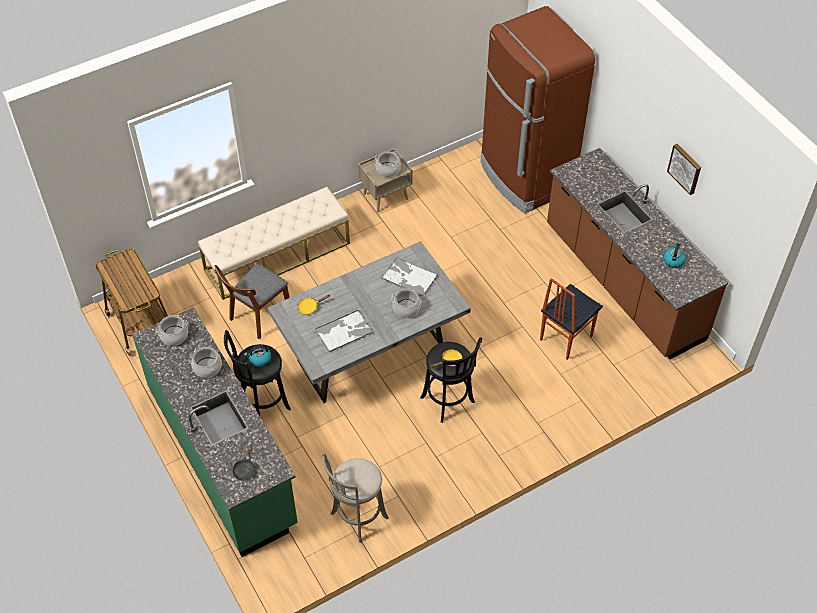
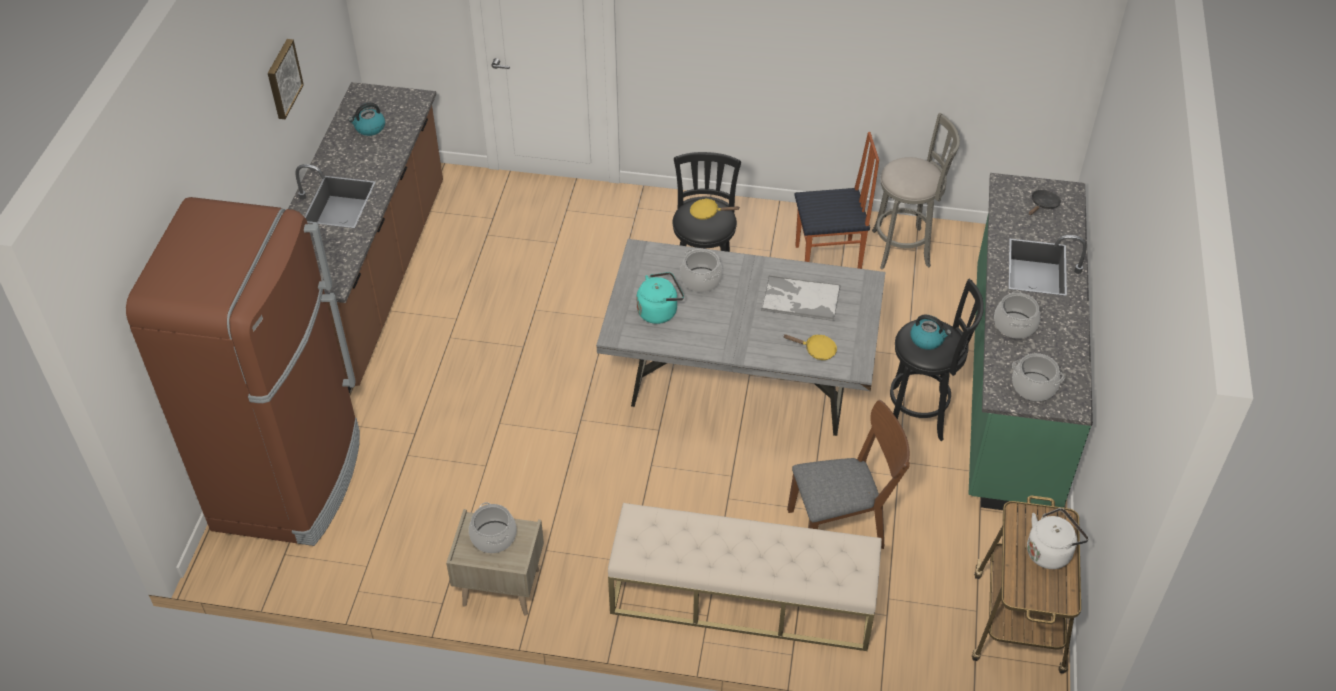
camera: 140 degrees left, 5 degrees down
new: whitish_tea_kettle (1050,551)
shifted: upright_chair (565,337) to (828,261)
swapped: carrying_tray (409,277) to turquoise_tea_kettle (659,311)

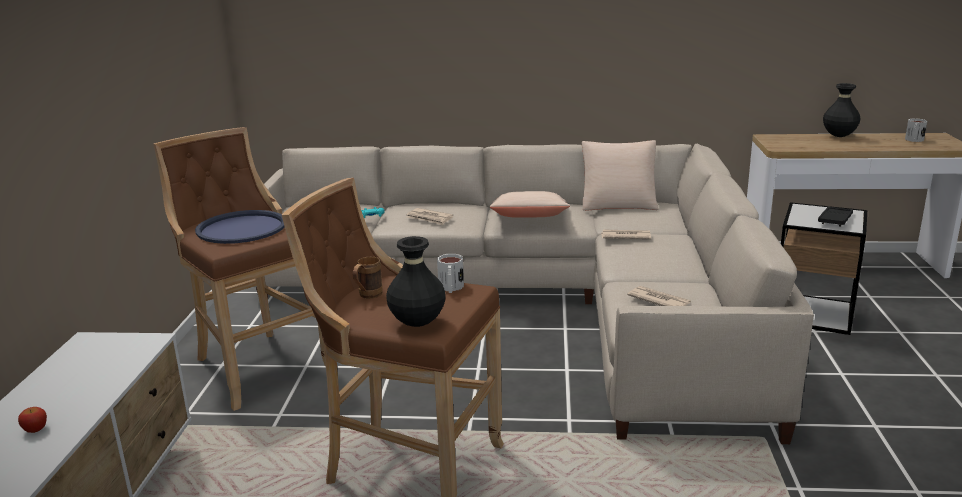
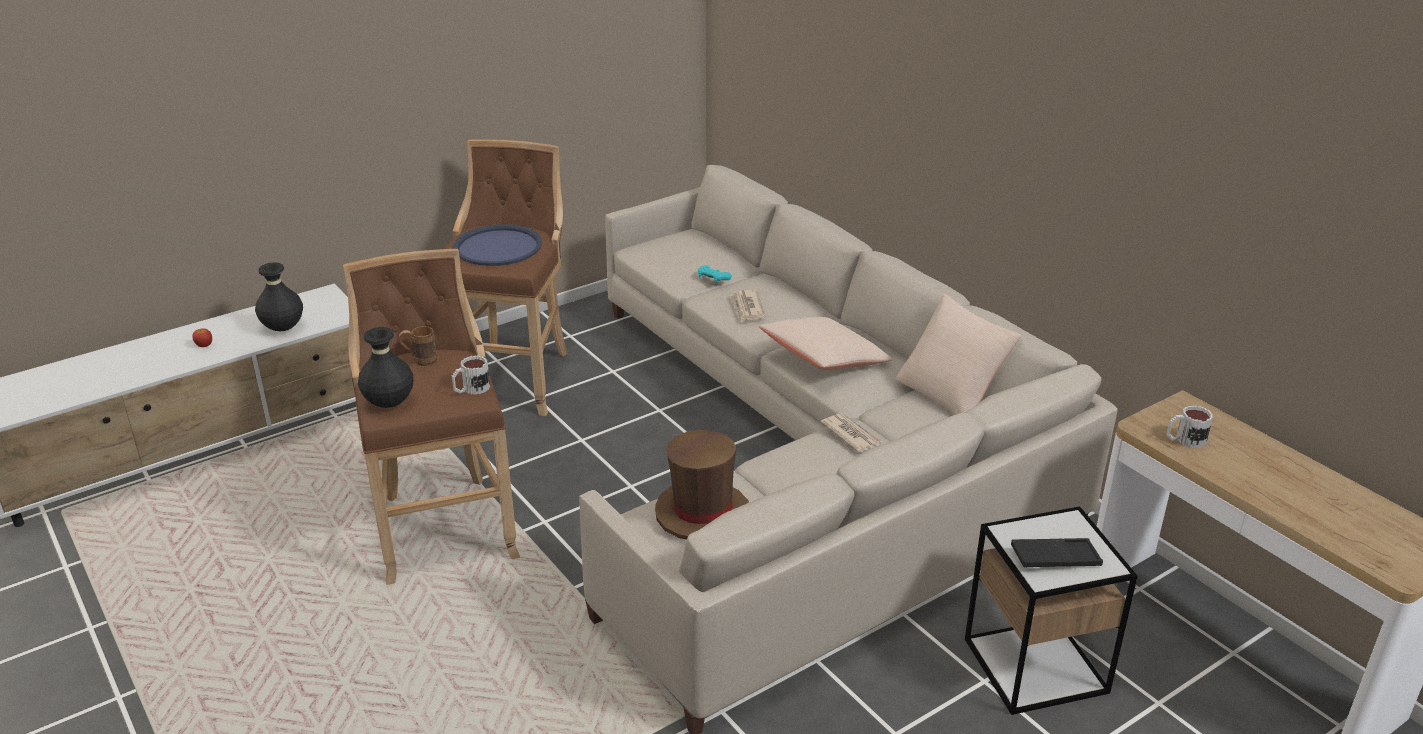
camera: 50 degrees right, 10 degrees up
shifted: black_flower_vase (839,136) to (283,329); coffee_mug (913,140) to (1184,440)
swapped: newspaper (658,300) to brown-coloured_hat (702,514)

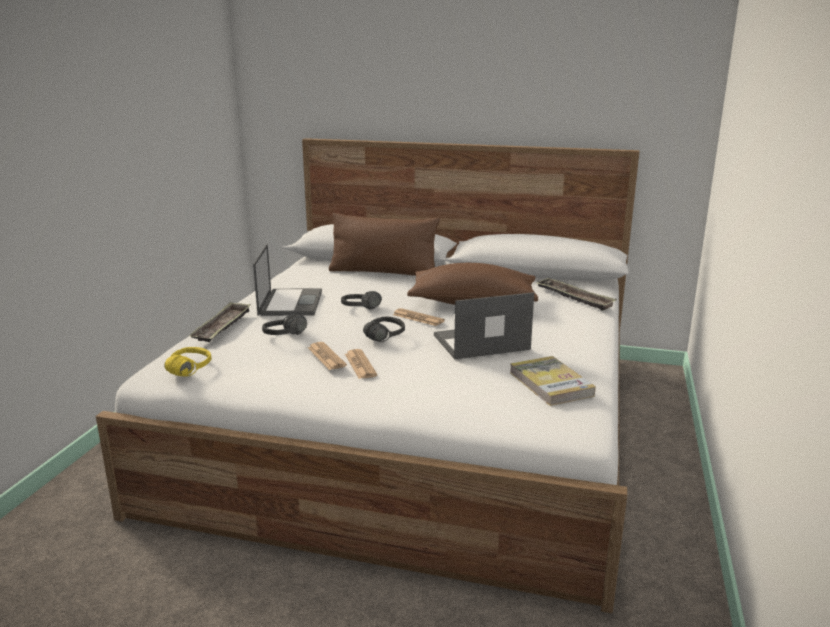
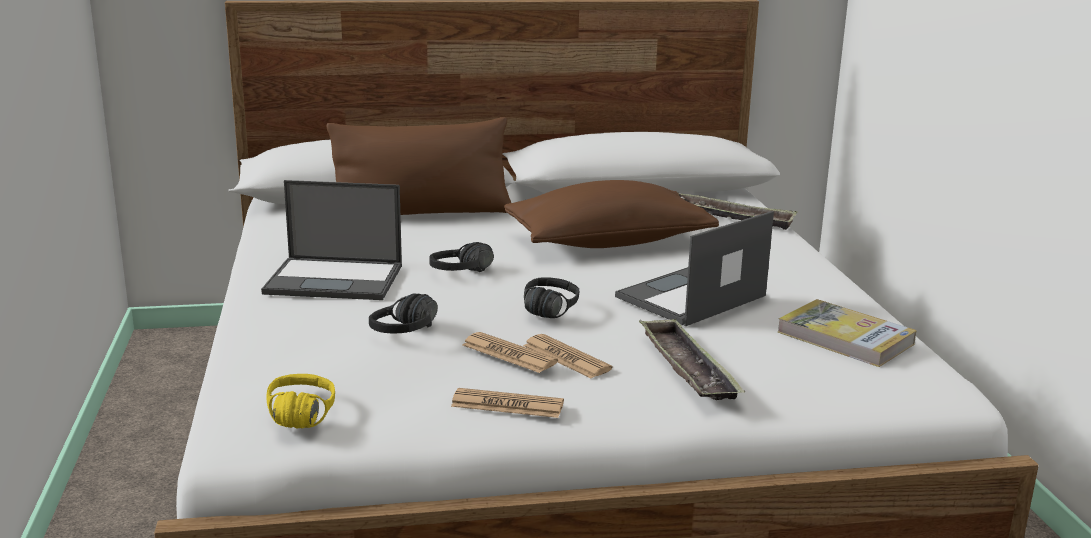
camera: 25 degrees left, 0 degrees up
shifted: newspaper (418,318) to (507,405); carrying_tray (222,327) to (687,367)
rotated: notebook_computer (290,302) = (336,279) 120 degrees clockwise

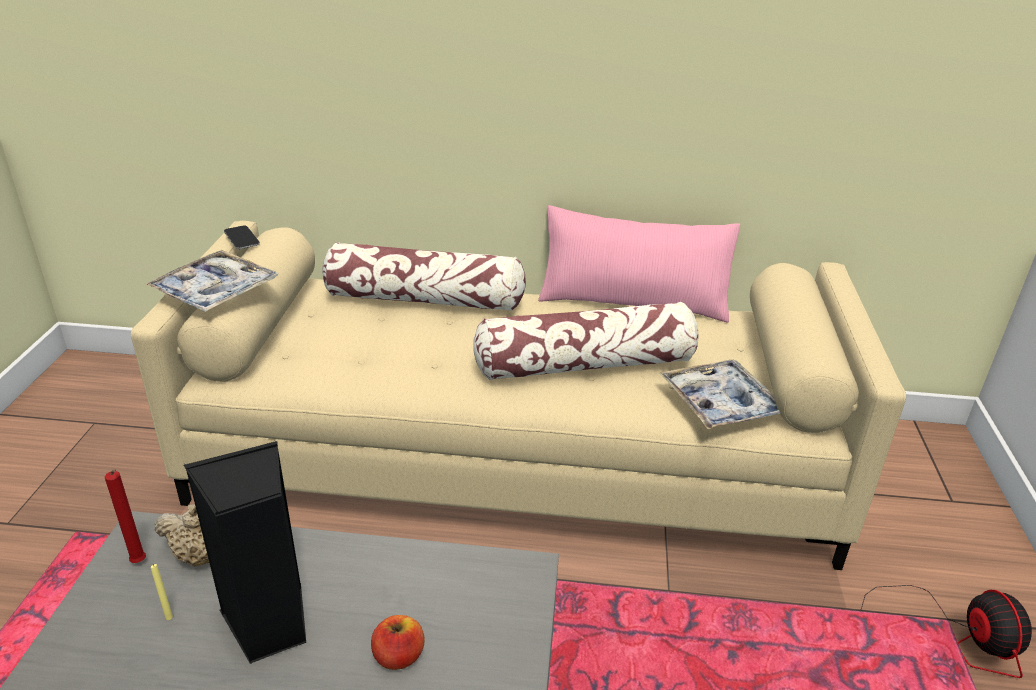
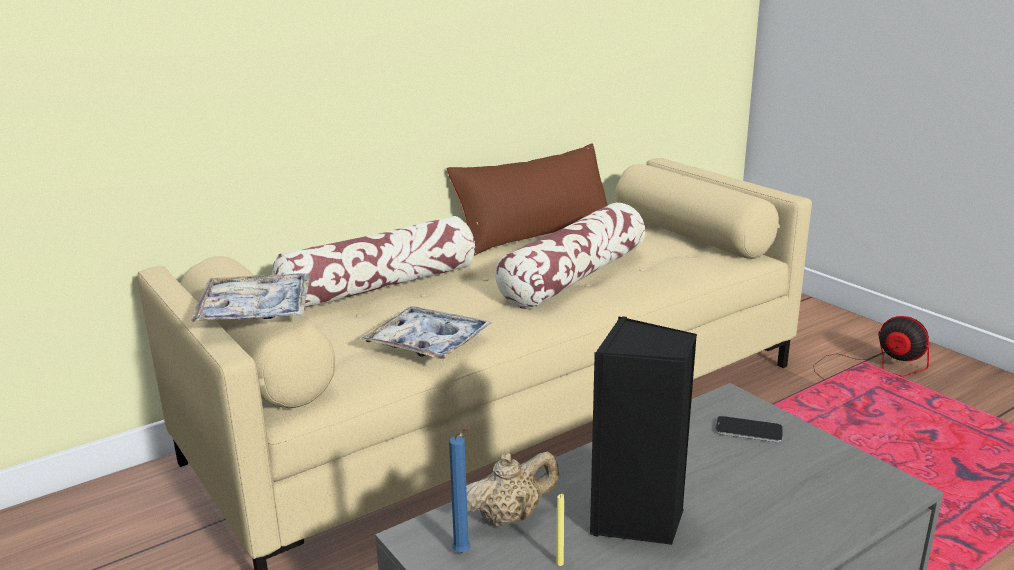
camera: 40 degrees left, 10 degrees down
gone: apple_fruit (398,656)
shifted: carrying_tray (720,403) to (427,343); telephone (241,238) to (748,431)
repainted: pinkish_pillow (633,300) to brown-coloured_pillow (535,234); reddish_candle (140,563) to blue-coloured_candle (464,553)

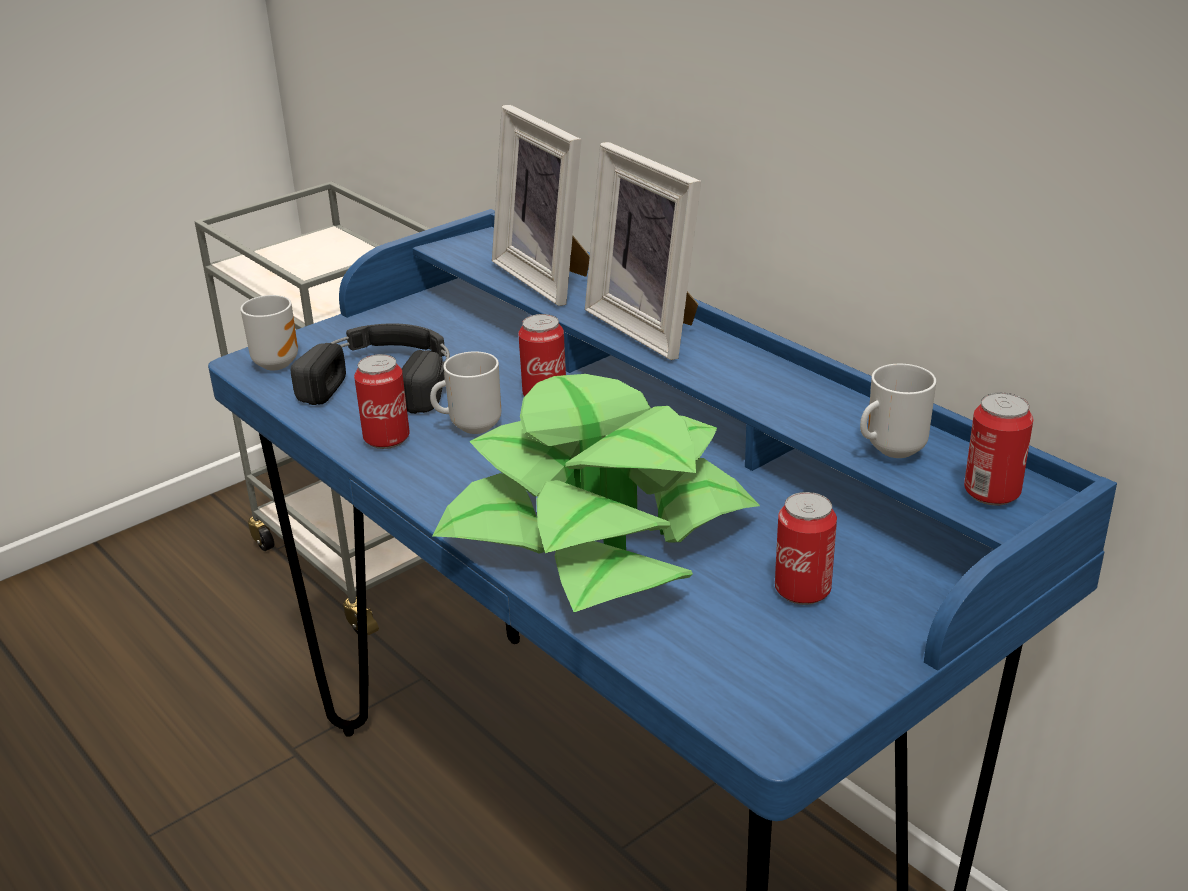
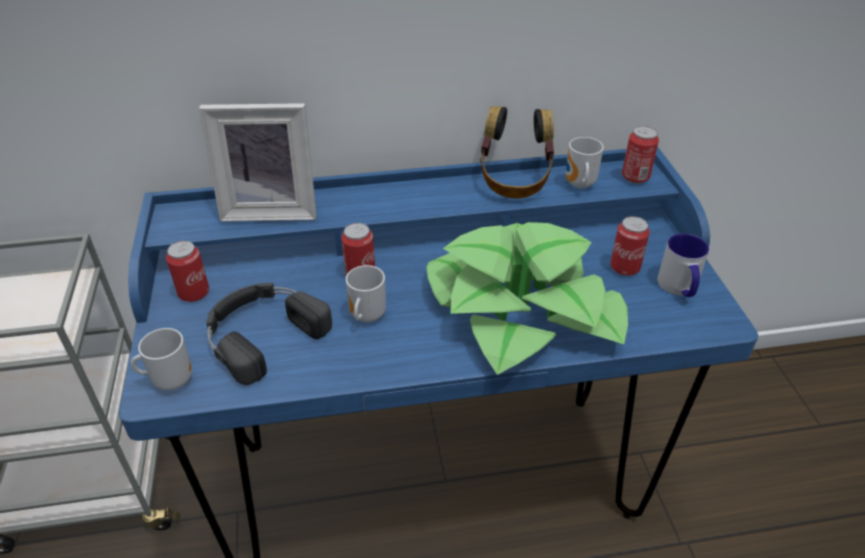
camera: 60 degrees left, 10 degrees up
gone: picture_frame (651,327)
new: pair_of_headphones (514,179); coffee_mug (679,288)
shifted: sealed_can (386,439) to (194,293)

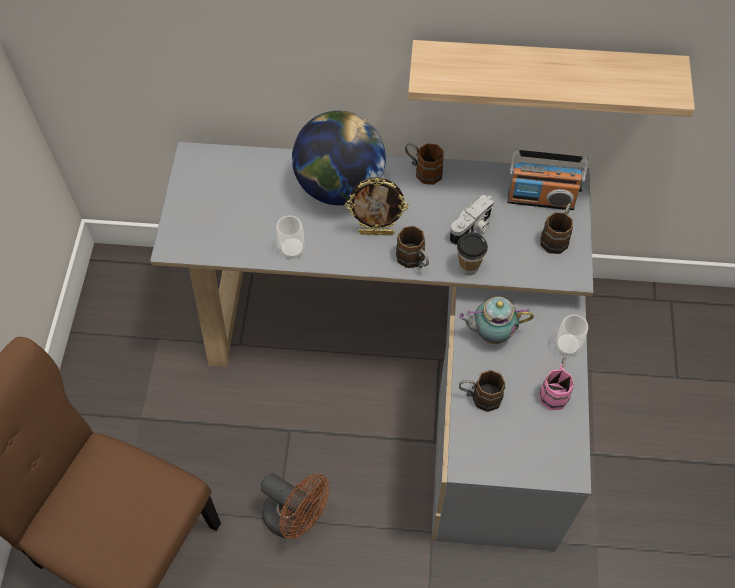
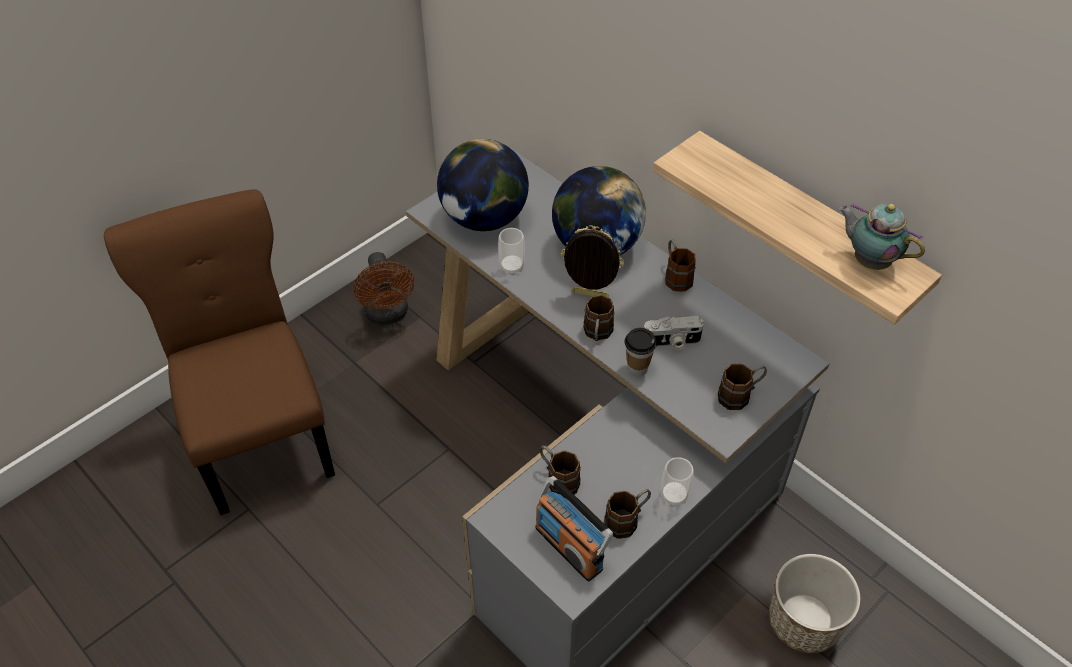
camera: 40 degrees right, 10 degrees down
new: world_globe (484,218); plant_pot (804,622)
shifted: brown-coloured_electric_fan (296,518) to (388,314); radio_set (541,199) to (569,547); teapot (490,333) to (869,260)
repainted: pinkish_coffee_mug (555,390) to brown-coloured_coffee_mug (627,520)
rotated: picture_frame (376,232) = (589,296) 150 degrees clockwise

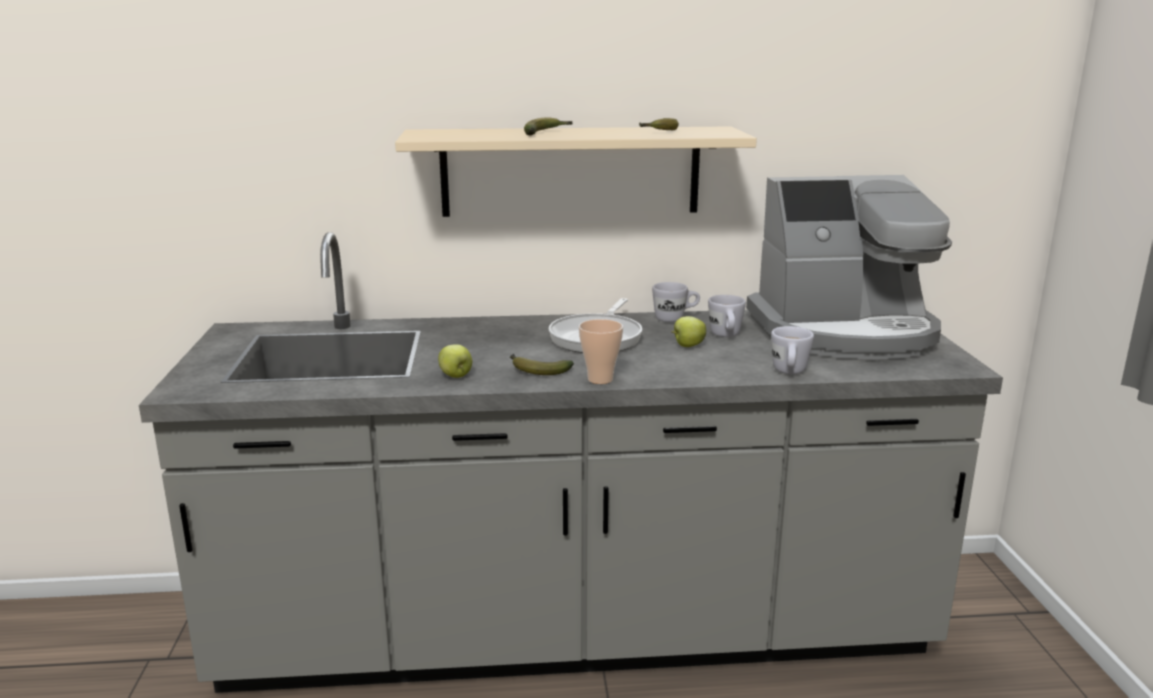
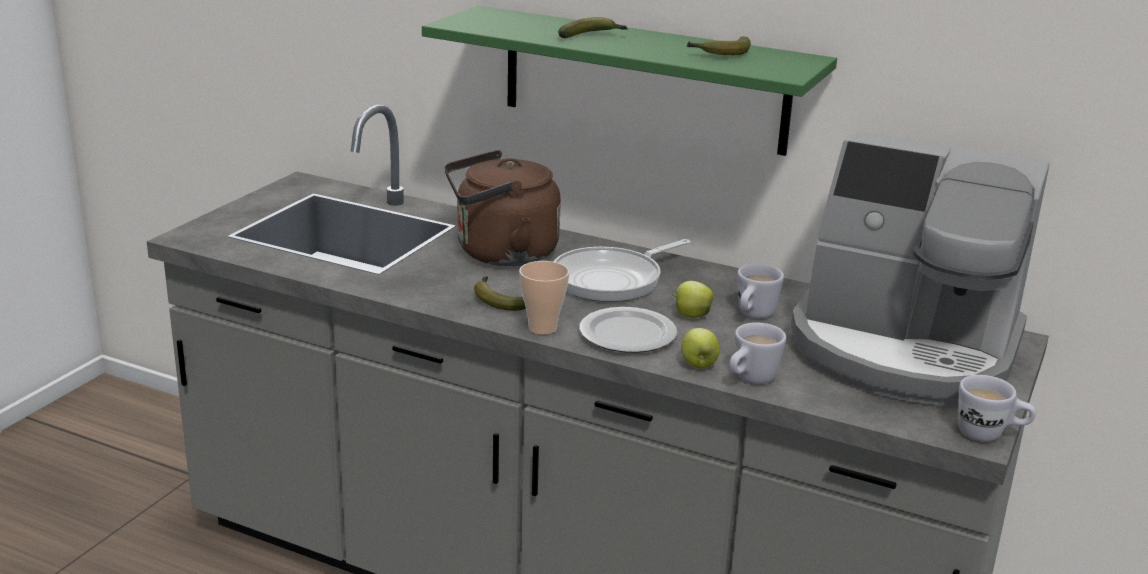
camera: 30 degrees right, 5 degrees up
new: brown-coloured_tea_kettle (500,254); dinner_plate (629,334)
shifted: apple_fruit (456,376) to (698,365); whitish_coffee_mug (675,319) to (990,435)
repainted: beige-coloured_shelf (570,171) to green_shelf (644,80)

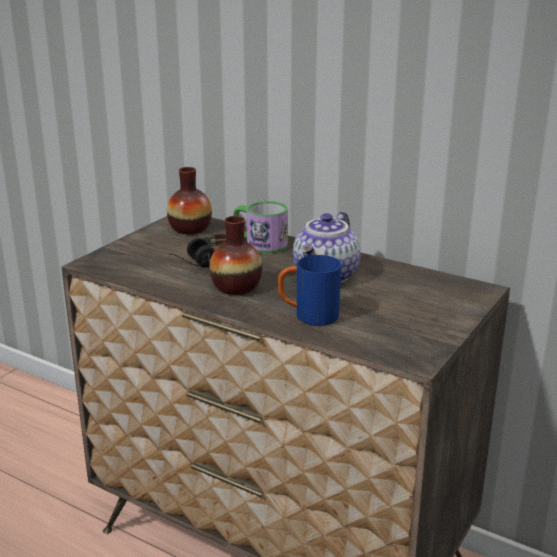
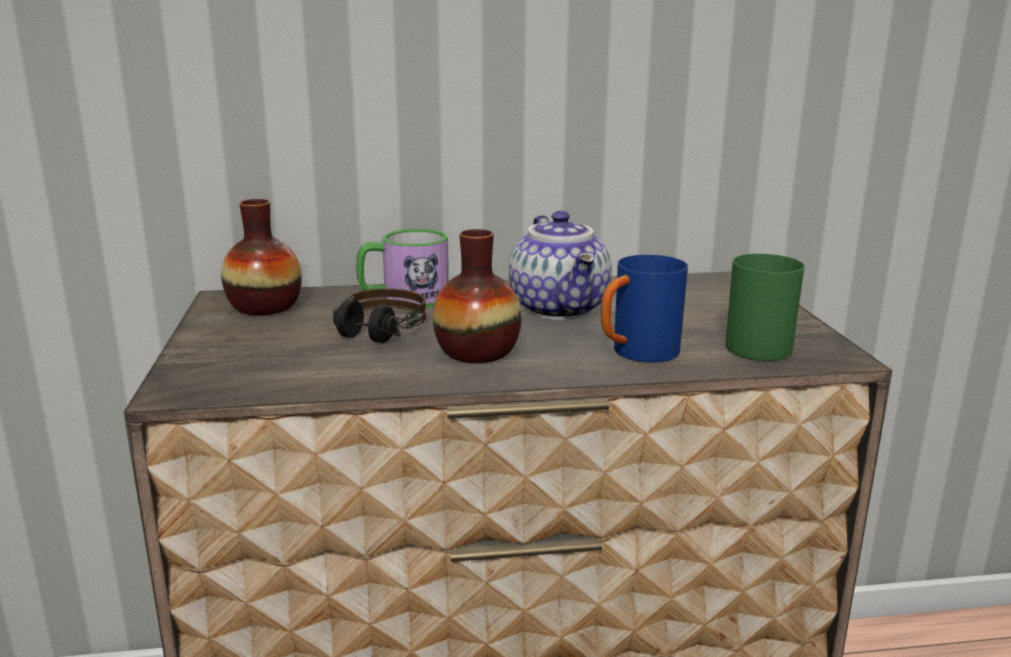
camera: 40 degrees left, 5 degrees down
new: green_coffee_mug (752,344)

